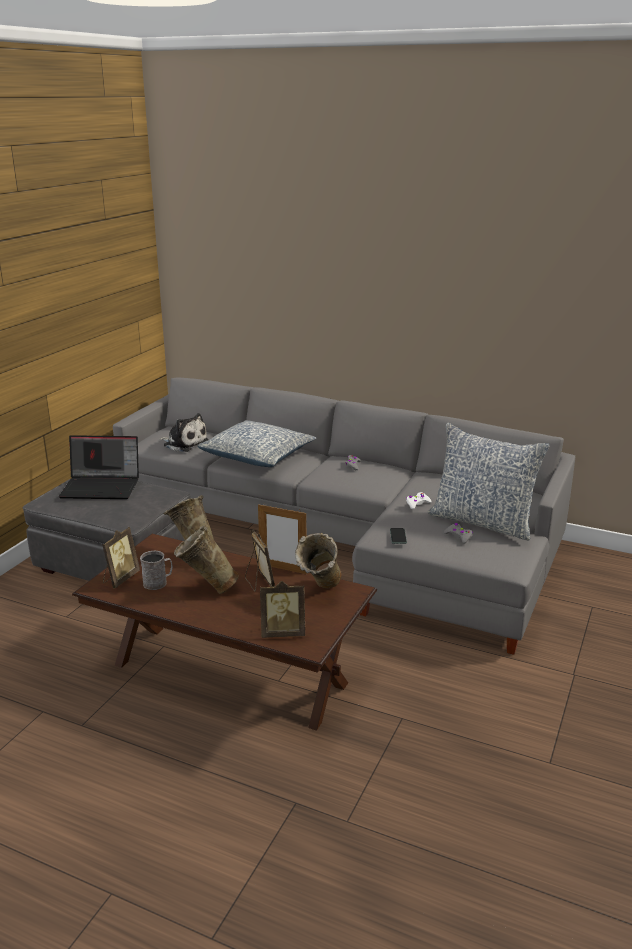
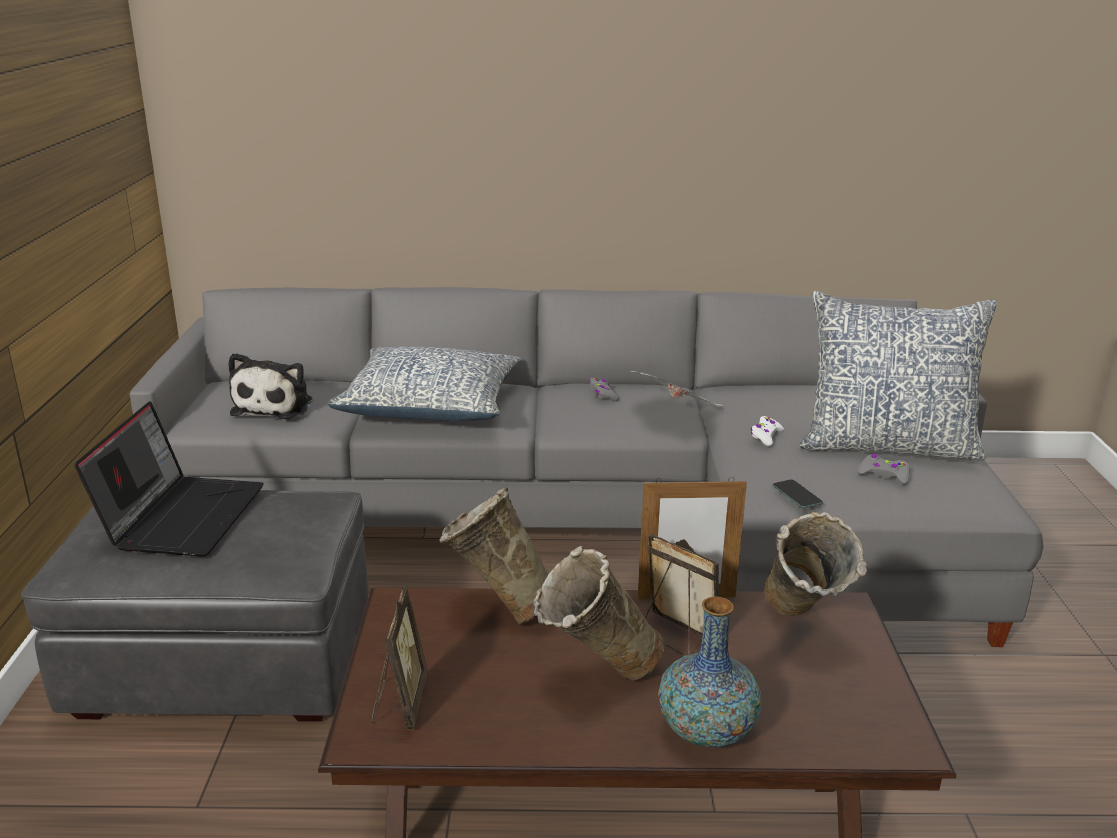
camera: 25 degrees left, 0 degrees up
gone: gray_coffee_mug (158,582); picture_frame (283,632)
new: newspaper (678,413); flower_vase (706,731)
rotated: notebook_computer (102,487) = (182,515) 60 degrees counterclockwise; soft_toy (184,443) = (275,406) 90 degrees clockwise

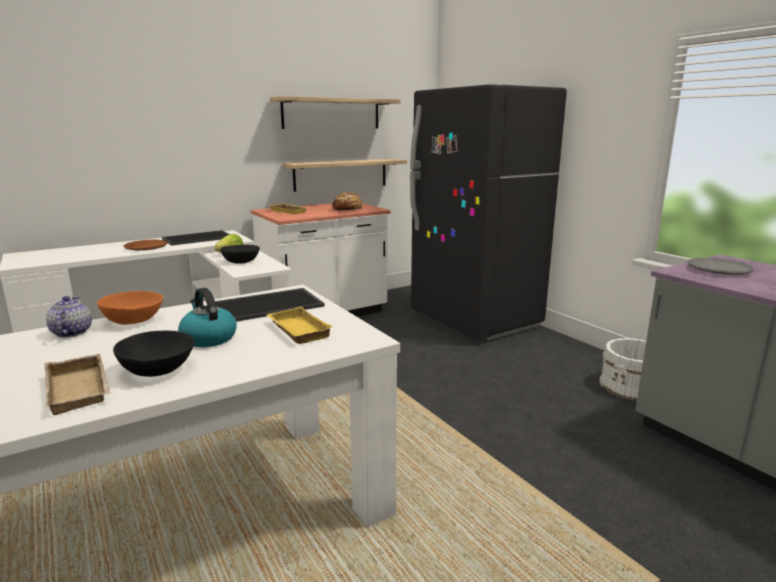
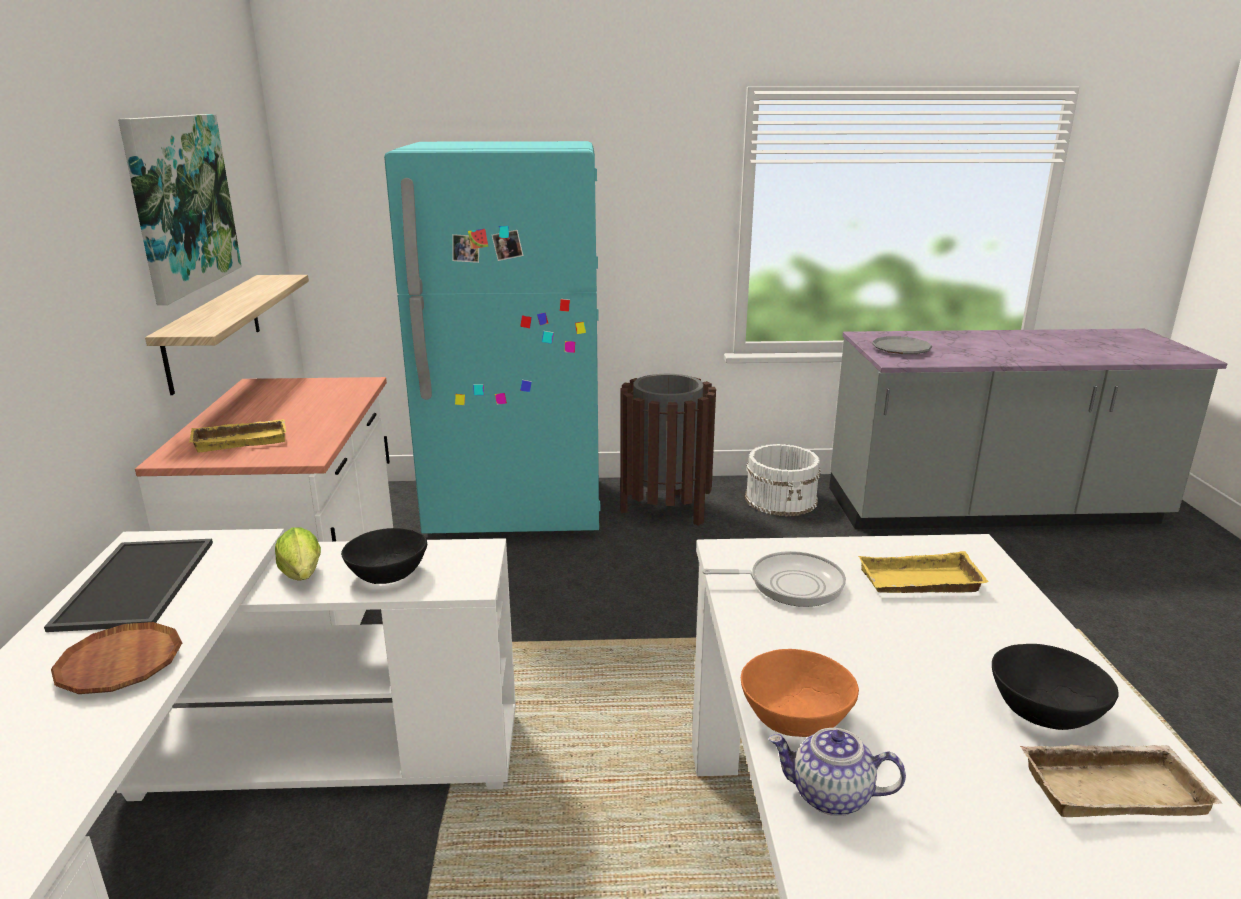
camera: 60 degrees left, 5 degrees up
gone: tea_kettle (208,338); baked_bread (348,210)
new: brown-coloured_waste_bin (665,510)
swapped: shelf (331,113) to wall_picture (181,203); carrying_tray (267,305) to skillet (790,584)
repainted: black_kitchen_fridge (475,320) to turquoise_kitchen_fridge (516,508)

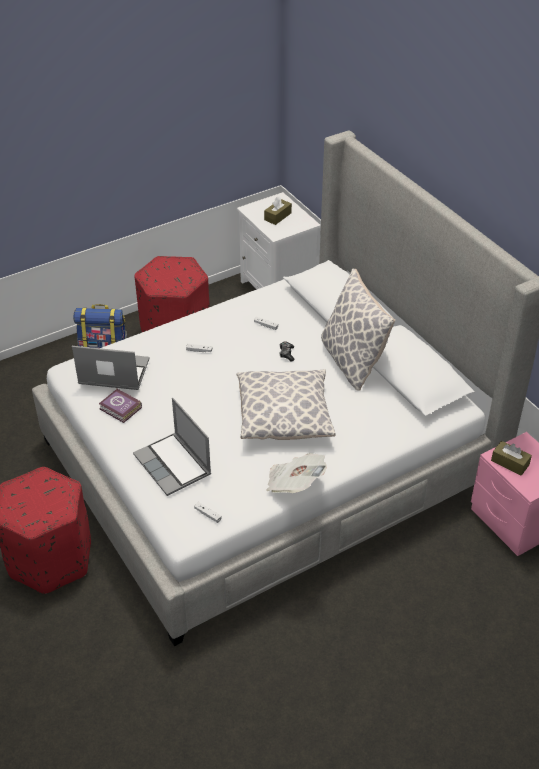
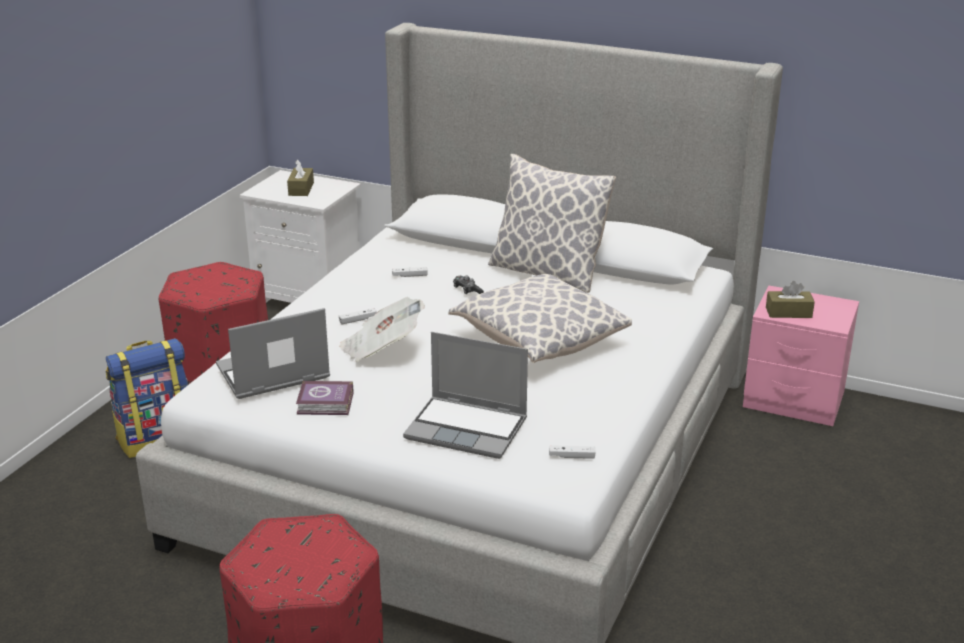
camera: 35 degrees left, 15 degrees down
shifted: newspaper (294,484) to (381,349)

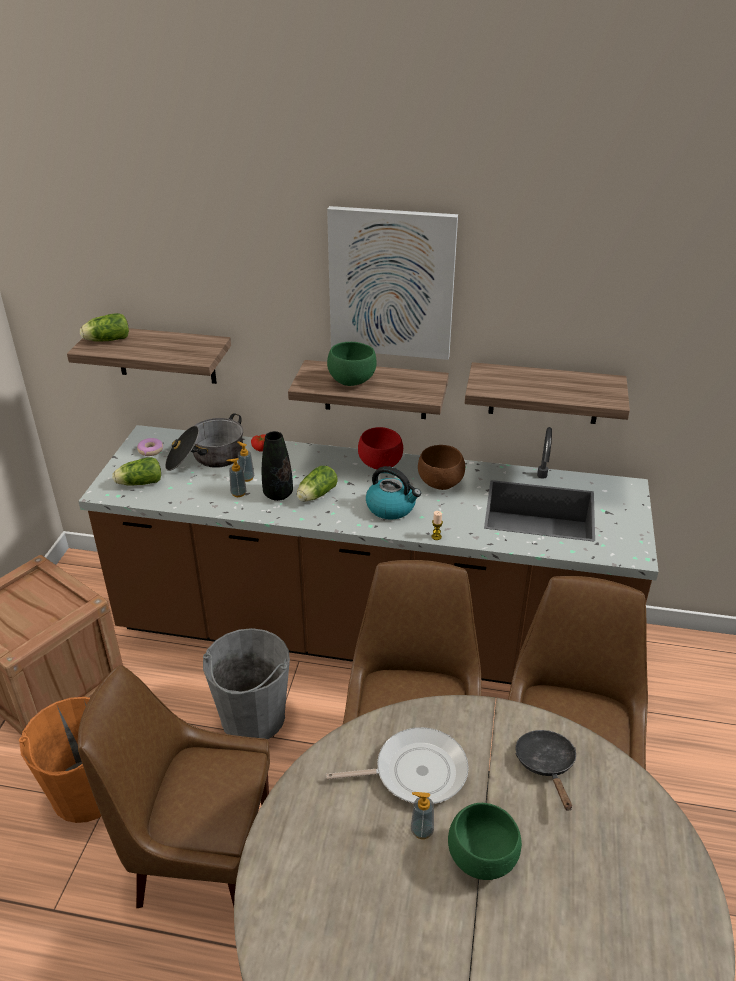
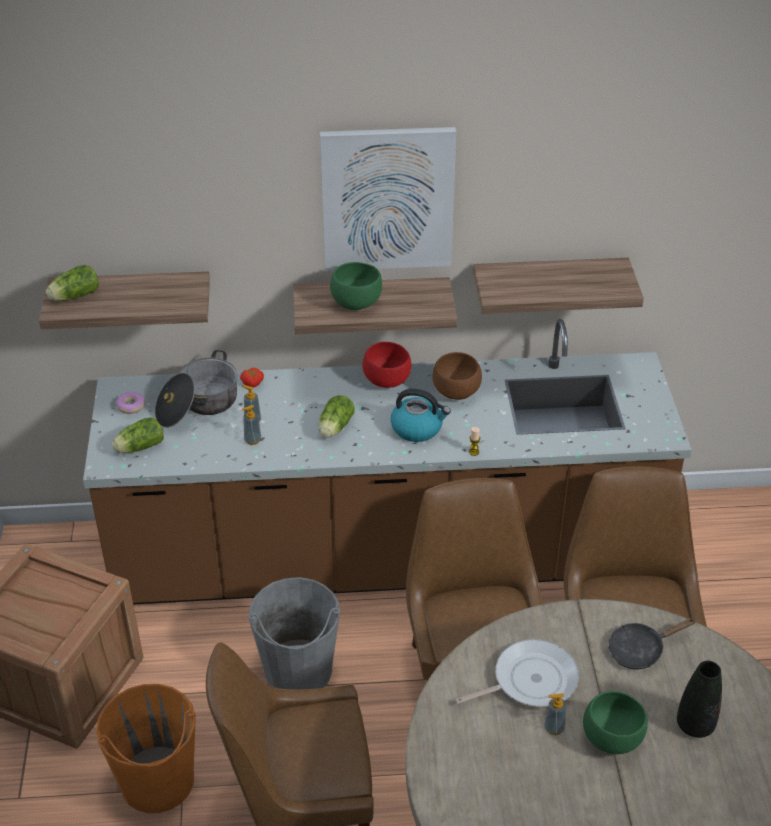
camera: 15 degrees left, 5 degrees up
shifted: black_flower_vase (278,494) to (695,725)
rotated: black_skillet (546,765) = (640,650) 90 degrees counterclockwise

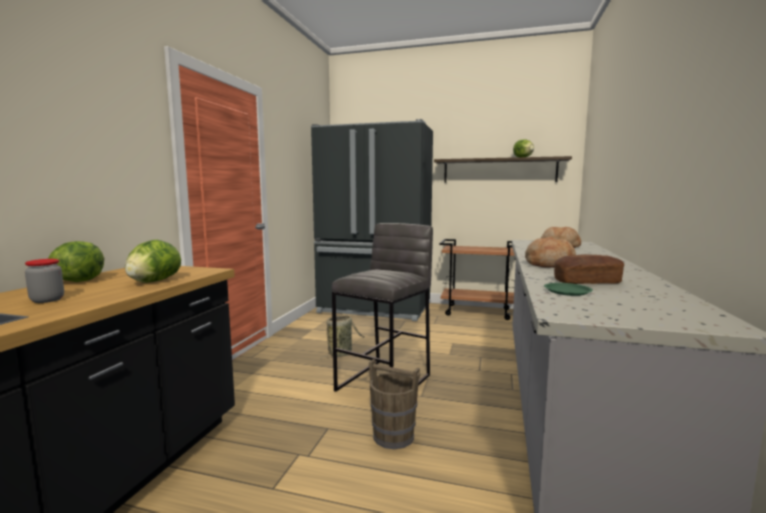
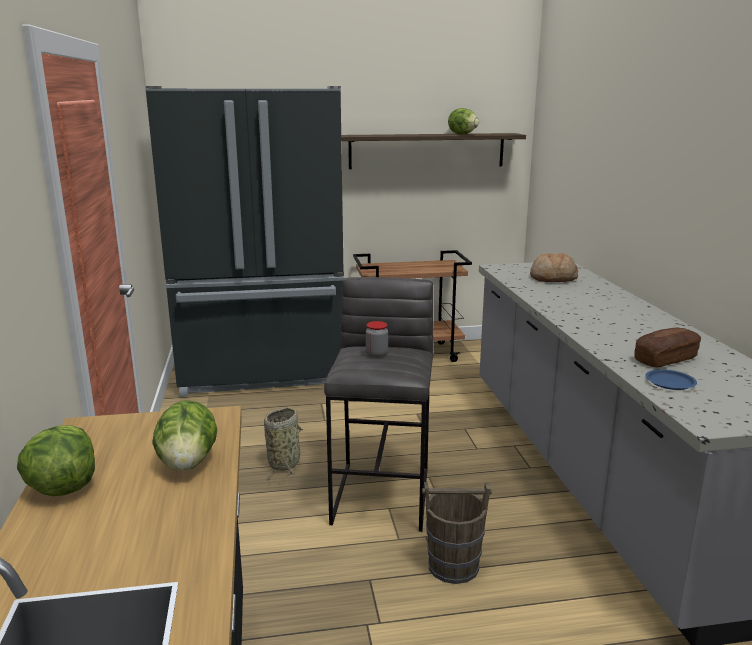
camera: 25 degrees left, 10 degrees up
gone: baked_bread (548,264)
shifted: storage_jar (47,300) to (376,354)
repainted: green_dinner_plate (567,292) to blue-coloured_dinner_plate (670,383)

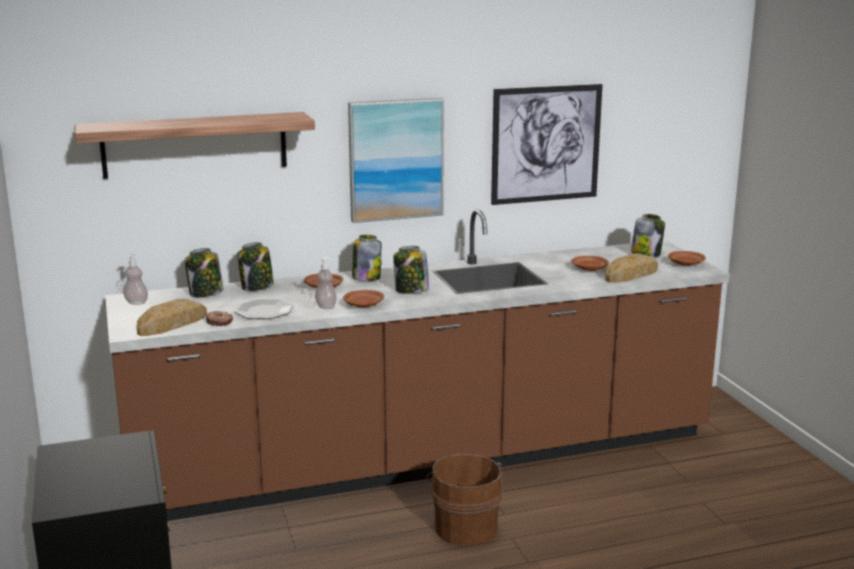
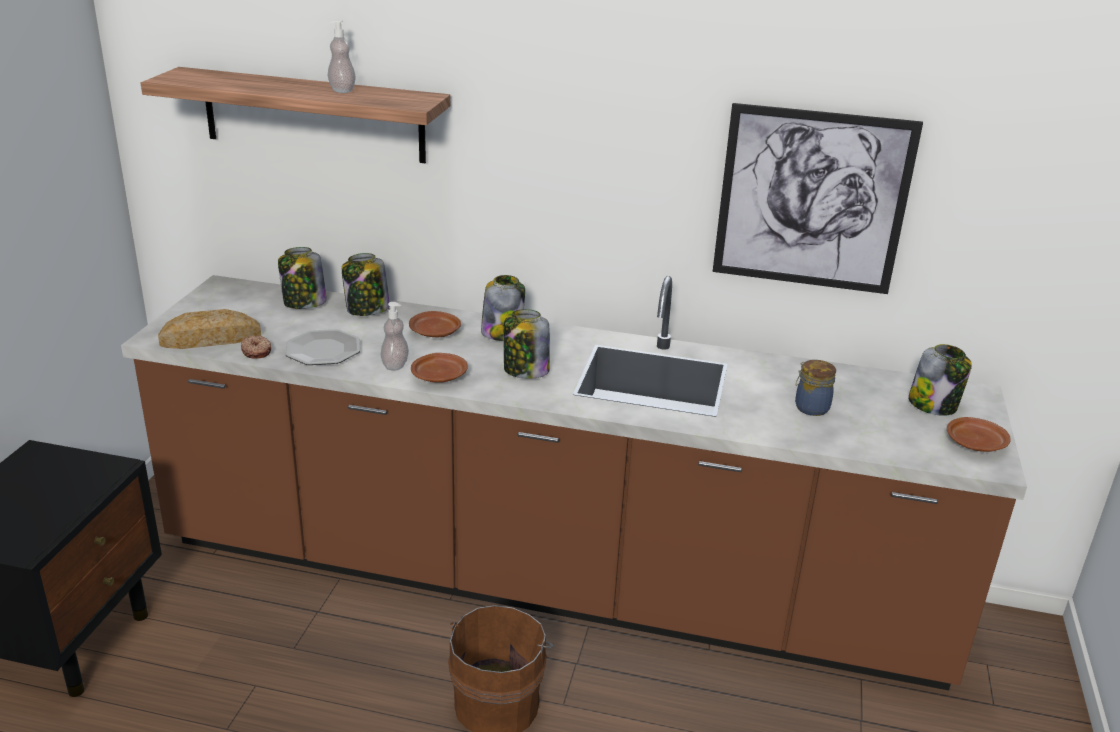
camera: 30 degrees right, 10 degrees up
gone: wall_picture (395,159); baked_bread (631,275)
shifted: soap_bottle (136,303) to (342,90)
swapped: brown-coloured_dinner_plate (589,269) to storage_jar (810,407)

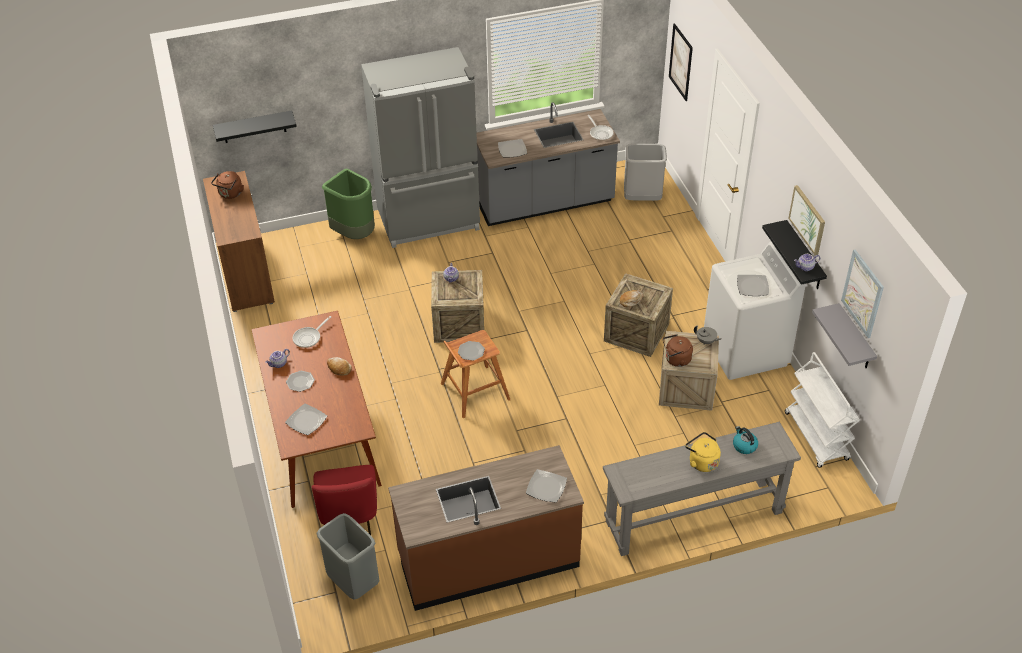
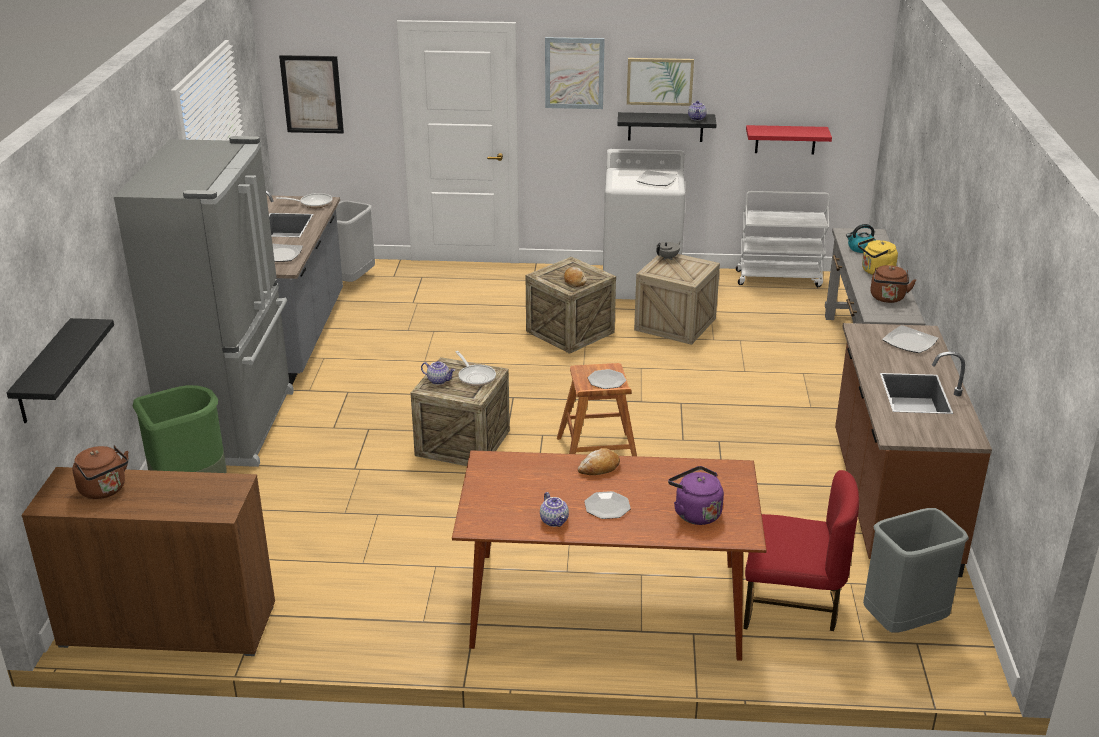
camera: 70 degrees left, 15 degrees down
shifted: skillet (309,338) to (475,377); wall_picture (862,293) to (574,73); brown-coloured_tea_kettle (676,360) to (887,298)
swapped: dinner_plate (307,421) to purple_tea_kettle (695,513)
repainted: gray_shelf (855,338) to reddish_shelf (785,139)

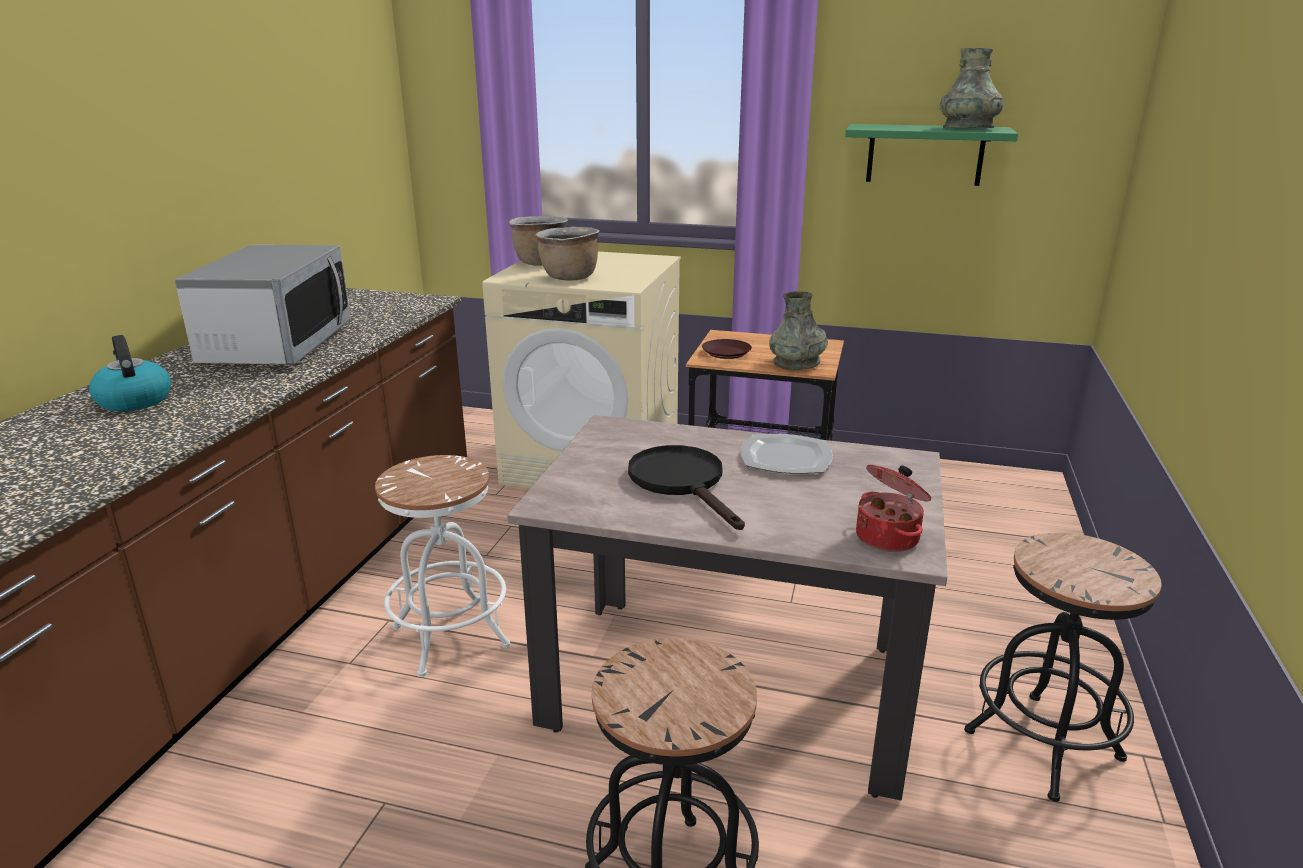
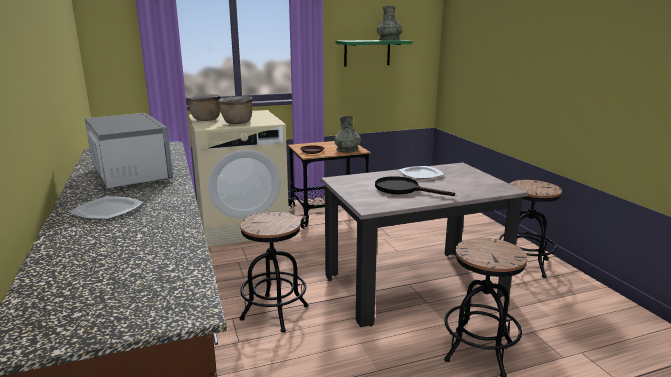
camera: 35 degrees left, 5 degrees down
gone: saucepot (889,537)
swapped: tea_kettle (134,400) to dinner_plate (107,210)
repainted: whitish_stool (450,636) to black_stool (274,312)

